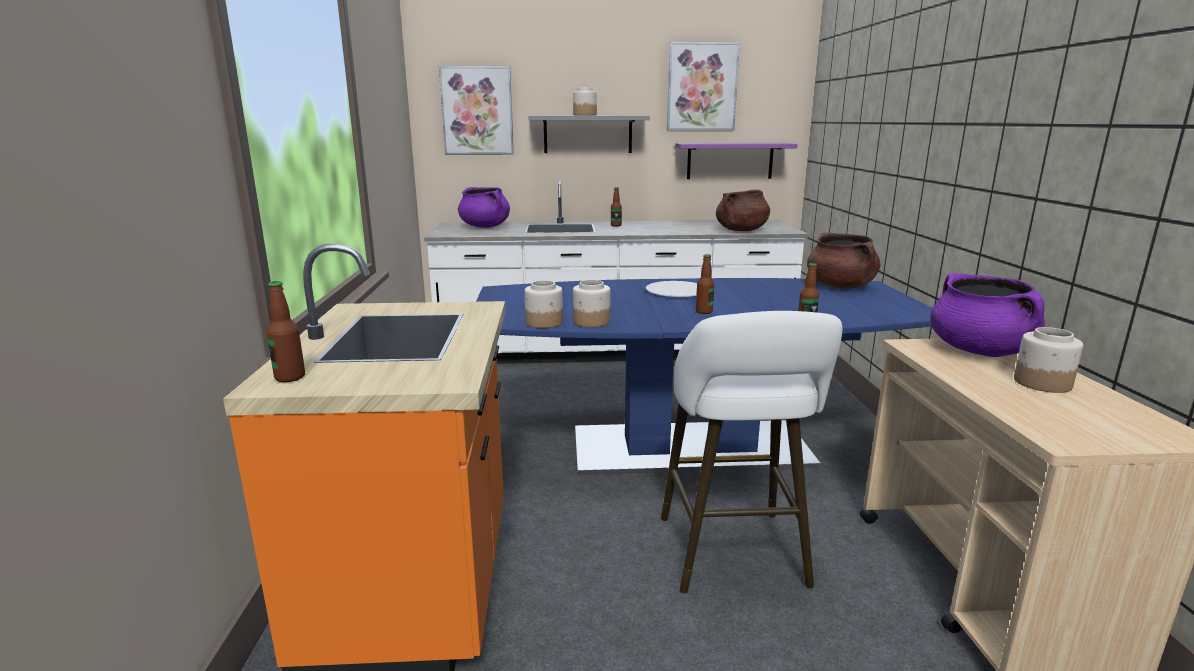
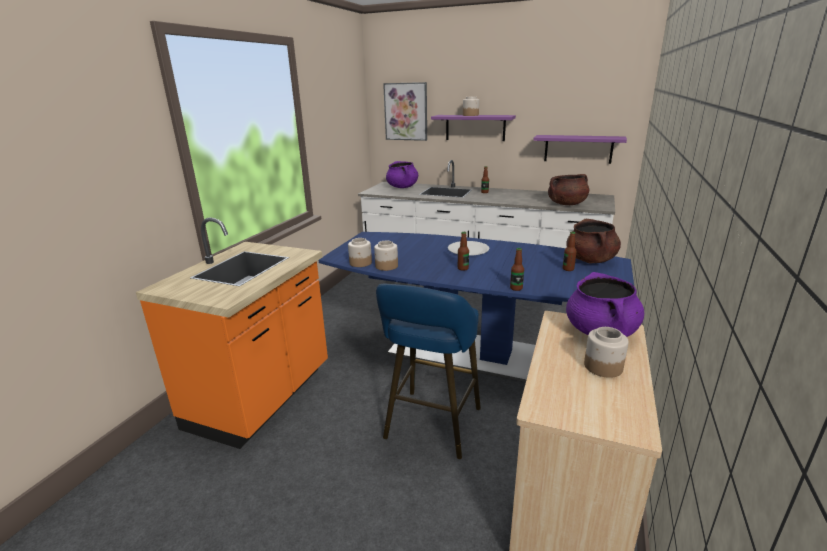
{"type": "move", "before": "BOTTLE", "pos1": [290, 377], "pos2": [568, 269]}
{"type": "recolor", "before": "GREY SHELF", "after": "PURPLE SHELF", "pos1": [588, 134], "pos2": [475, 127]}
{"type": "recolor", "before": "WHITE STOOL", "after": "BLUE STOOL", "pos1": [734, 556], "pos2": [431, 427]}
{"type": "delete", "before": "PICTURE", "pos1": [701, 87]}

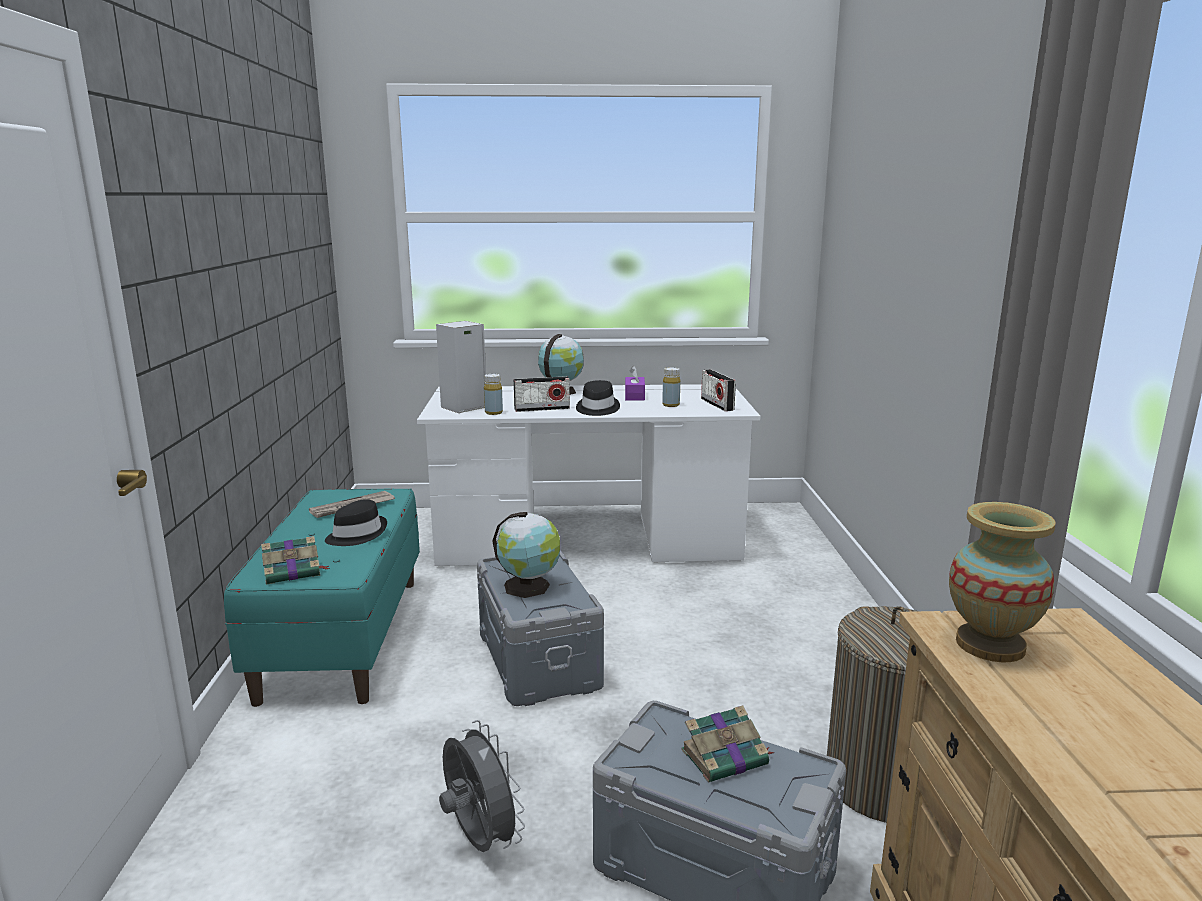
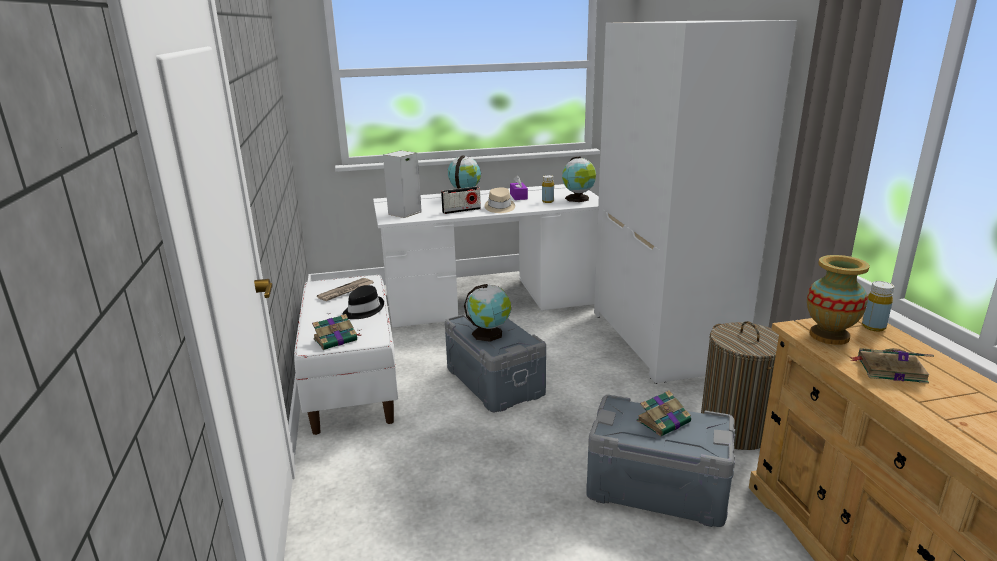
{"type": "recolor", "before": "TURQUOISE BENCH", "after": "WHITE BENCH", "pos1": [342, 636], "pos2": [351, 382]}
{"type": "delete", "before": "GREY FAN", "pos1": [479, 840]}
{"type": "move", "before": "YELLOW BOTTLE", "pos1": [493, 412], "pos2": [873, 327]}
{"type": "recolor", "before": "BLACK HAT", "after": "BEIGE HAT", "pos1": [597, 409], "pos2": [499, 208]}
{"type": "replace", "before": "RADIO", "after": "GLOBE", "pos1": [717, 404], "pos2": [578, 199]}
{"type": "insert", "after": "WHITE WARDROBE", "pos2": [664, 340]}
{"type": "insert", "after": "BOOK", "pos2": [889, 369]}

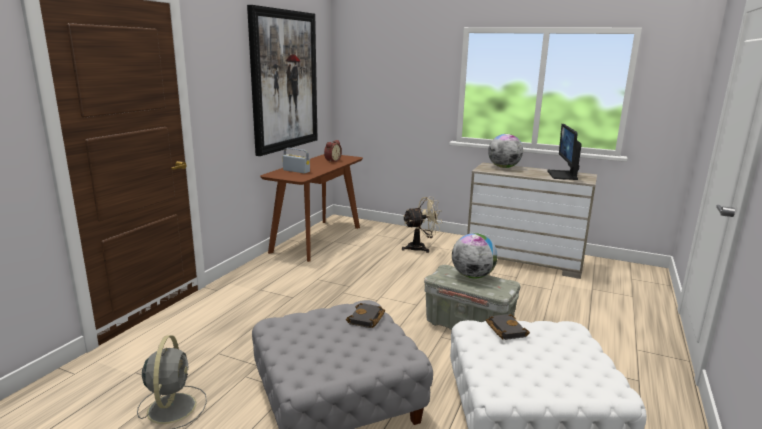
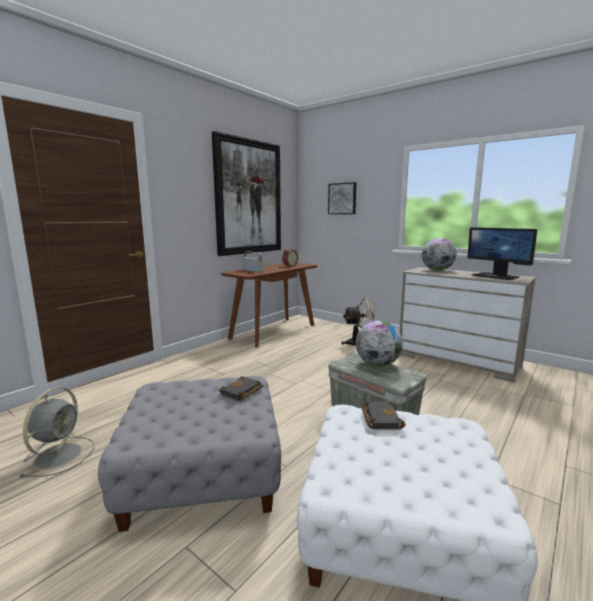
{"type": "rotate", "before": "MONITOR", "pos1": [563, 175], "pos2": [496, 276], "turn": -60}
{"type": "insert", "after": "PICTURE", "pos2": [342, 198]}

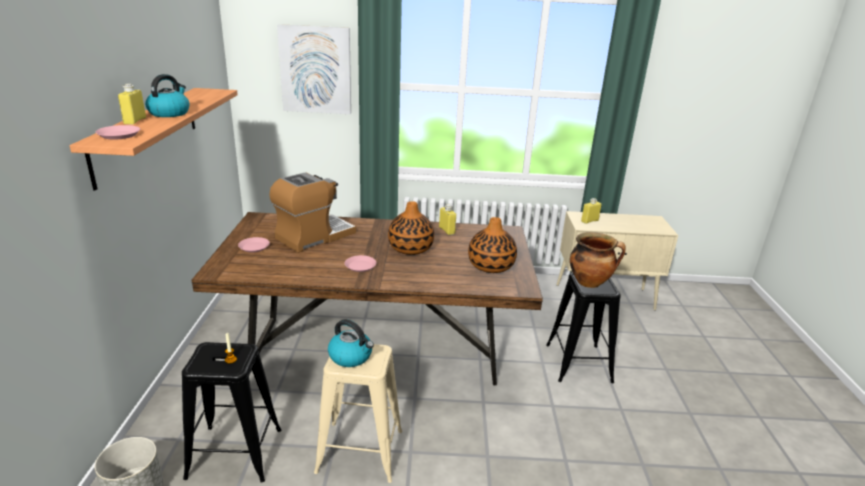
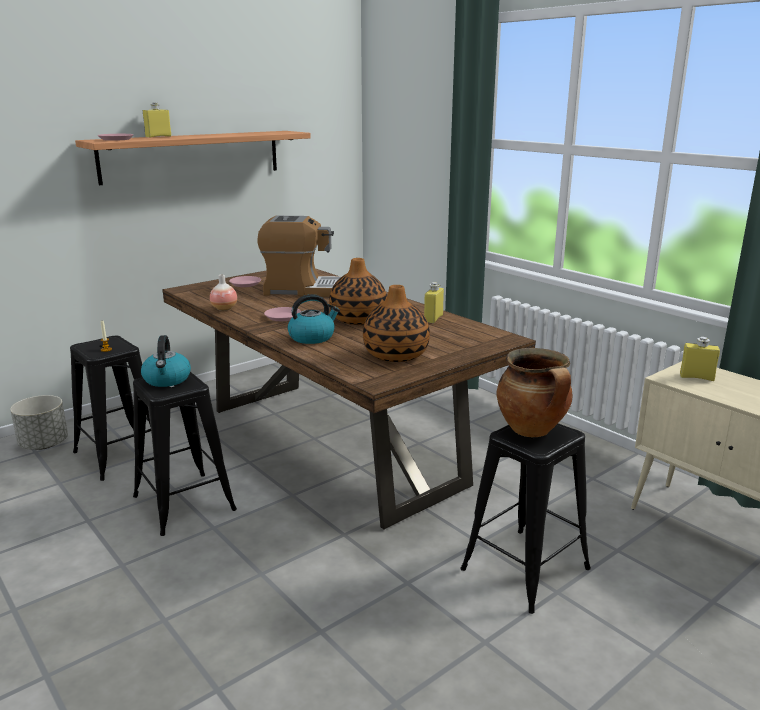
{"type": "move", "before": "KETTLE", "pos1": [169, 113], "pos2": [312, 337]}
{"type": "delete", "before": "PICTURE", "pos1": [315, 70]}
{"type": "recolor", "before": "BEIGE STOOL", "after": "BLACK STOOL", "pos1": [360, 451], "pos2": [184, 503]}
{"type": "insert", "after": "VASE", "pos2": [224, 308]}

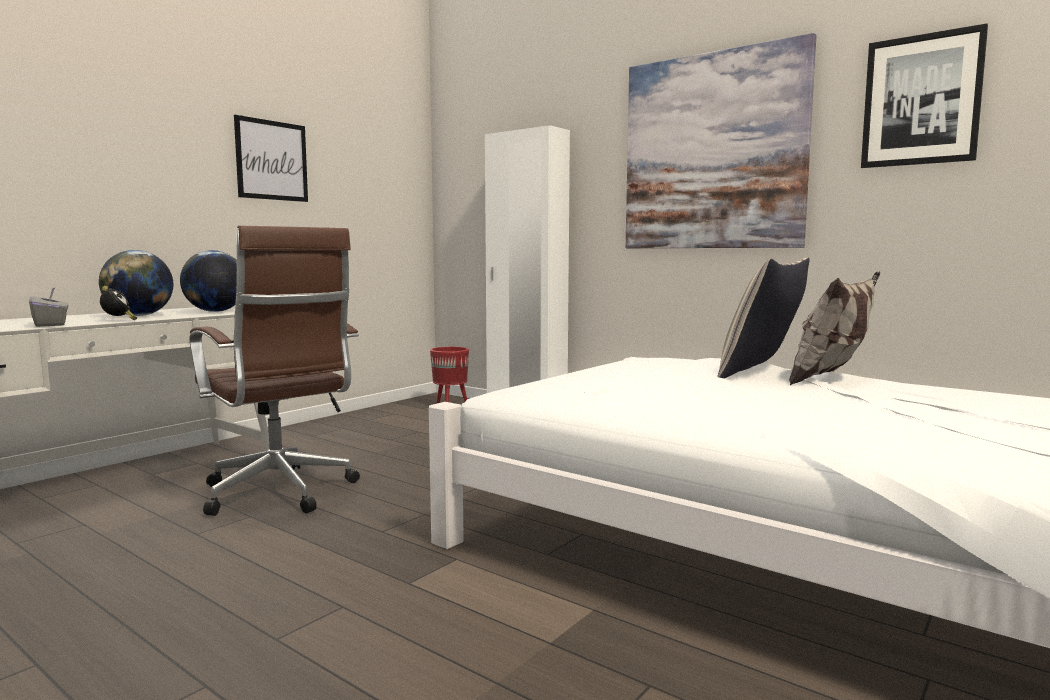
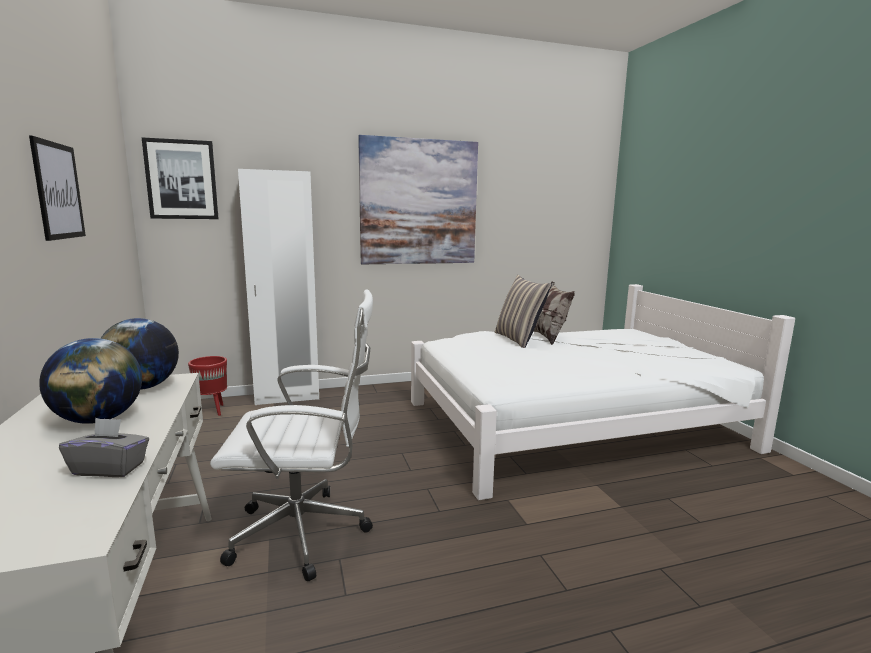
{"type": "delete", "before": "ALARM CLOCK", "pos1": [118, 320]}
{"type": "recolor", "before": "BROWN OFFICE CHAIR", "after": "WHITE OFFICE CHAIR", "pos1": [281, 494], "pos2": [306, 533]}
{"type": "move", "before": "PICTURE", "pos1": [921, 100], "pos2": [181, 179]}

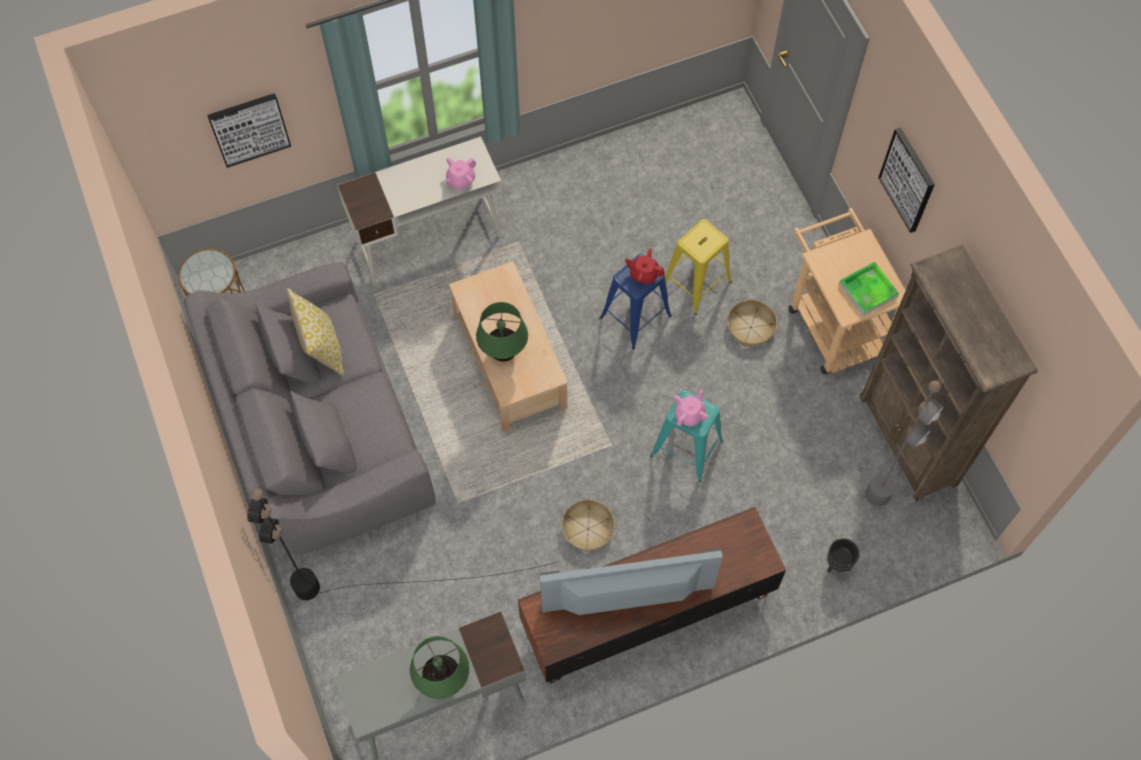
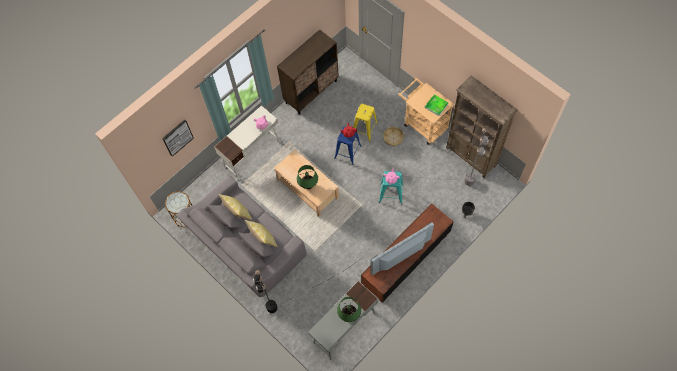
{"type": "delete", "before": "BASKET", "pos1": [587, 528]}
{"type": "delete", "before": "PICTURE", "pos1": [908, 180]}
{"type": "insert", "after": "PILLOW", "pos2": [263, 238]}
{"type": "insert", "after": "BROWN CABINET", "pos2": [311, 91]}

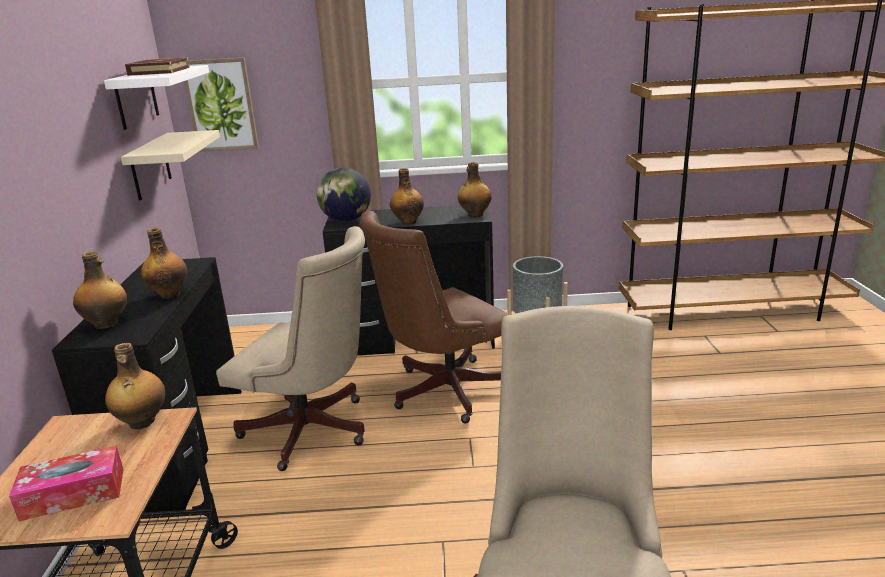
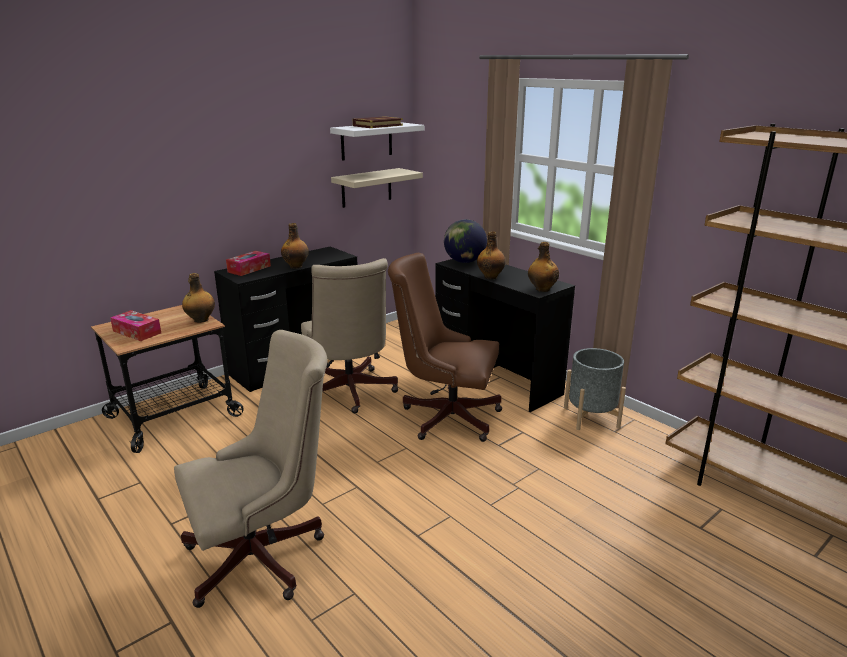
{"type": "replace", "before": "BOTTLE", "after": "TISSUE BOX", "pos1": [107, 324], "pos2": [249, 269]}
{"type": "delete", "before": "PICTURE", "pos1": [221, 105]}

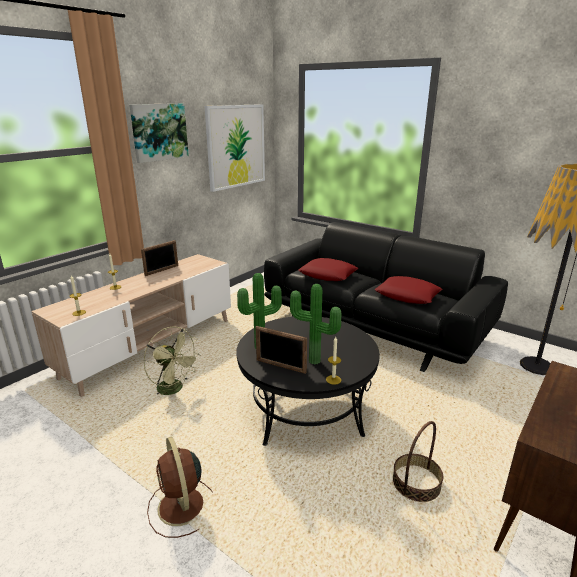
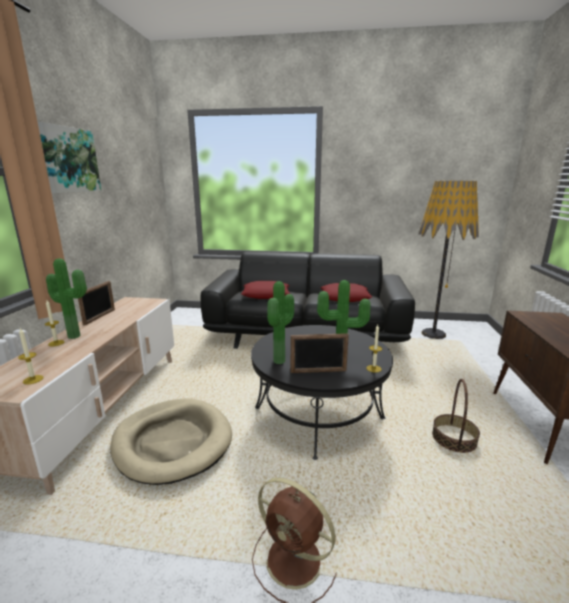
{"type": "replace", "before": "GREEN FAN", "after": "BEIGE DOG BED", "pos1": [174, 389], "pos2": [173, 442]}
{"type": "delete", "before": "PICTURE", "pos1": [236, 146]}
{"type": "insert", "after": "POTTED PLANT", "pos2": [76, 335]}

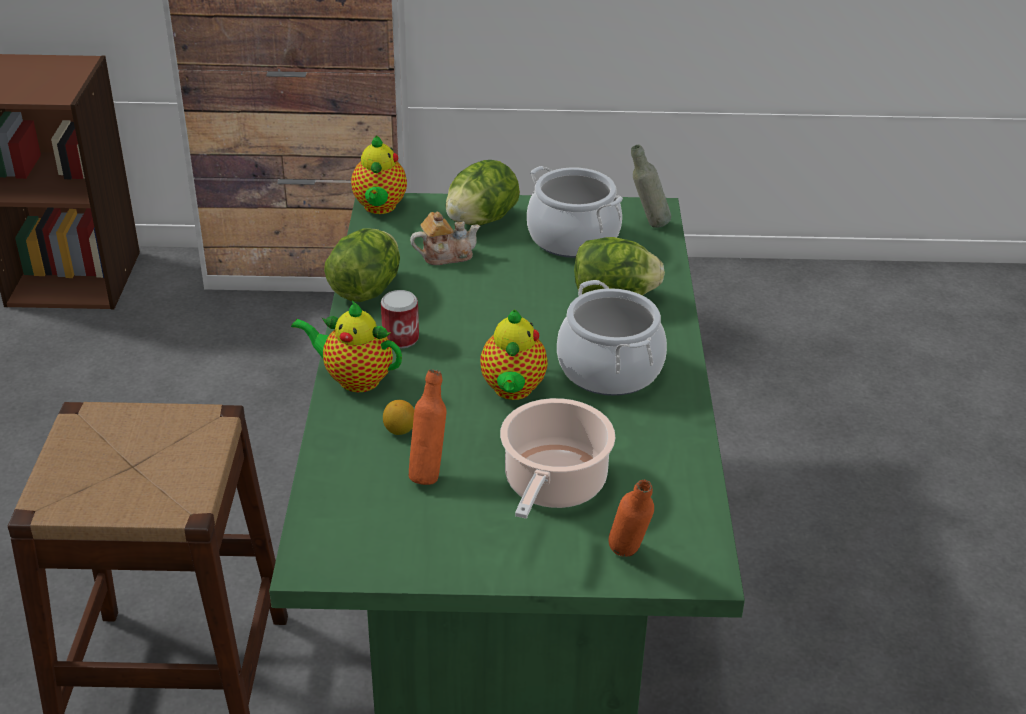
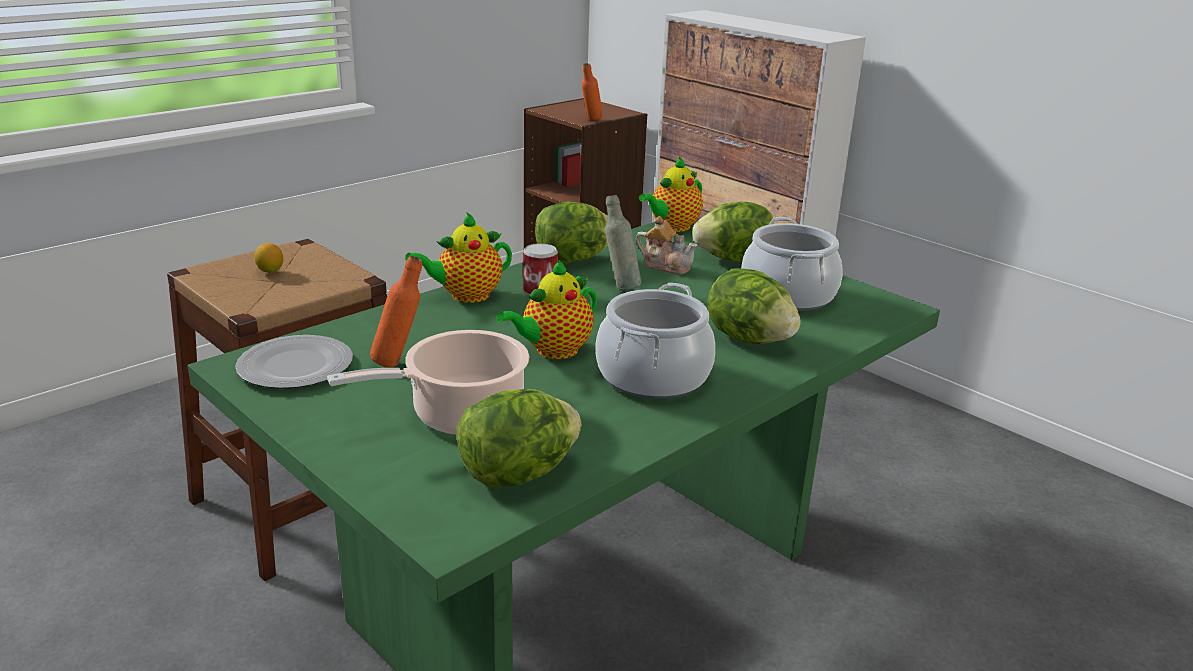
{"type": "rotate", "before": "TEAPOT", "pos1": [354, 379], "pos2": [466, 296], "turn": -90}
{"type": "move", "before": "LEMON", "pos1": [399, 430], "pos2": [270, 271]}
{"type": "move", "before": "ORANGE BOTTLE", "pos1": [628, 559], "pos2": [590, 121]}
{"type": "move", "before": "GREY BOTTLE", "pos1": [648, 225], "pos2": [620, 287]}
{"type": "insert", "after": "PLATE", "pos2": [297, 366]}
{"type": "insert", "after": "LETTUCE", "pos2": [518, 474]}

